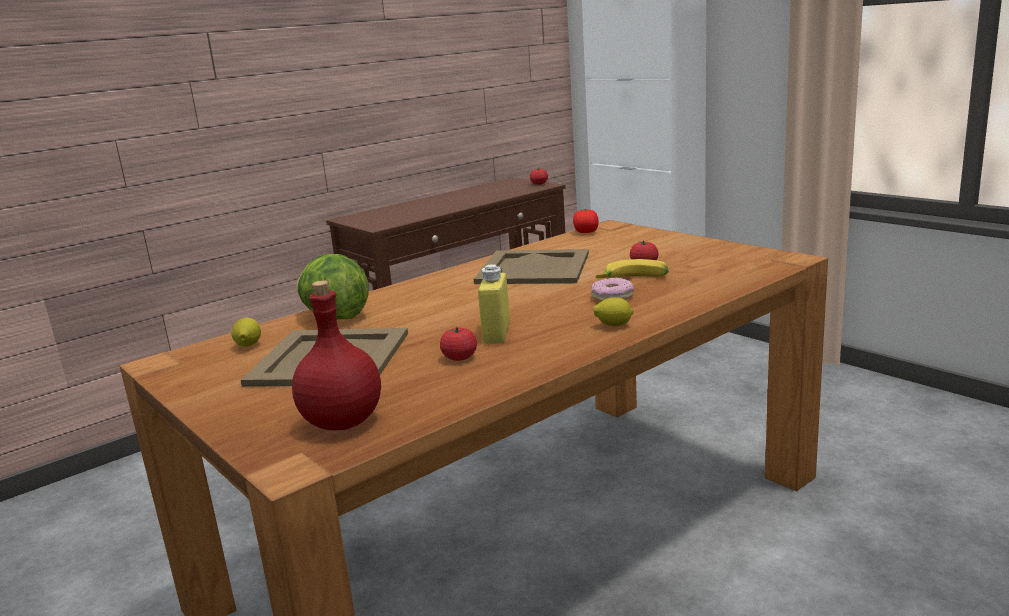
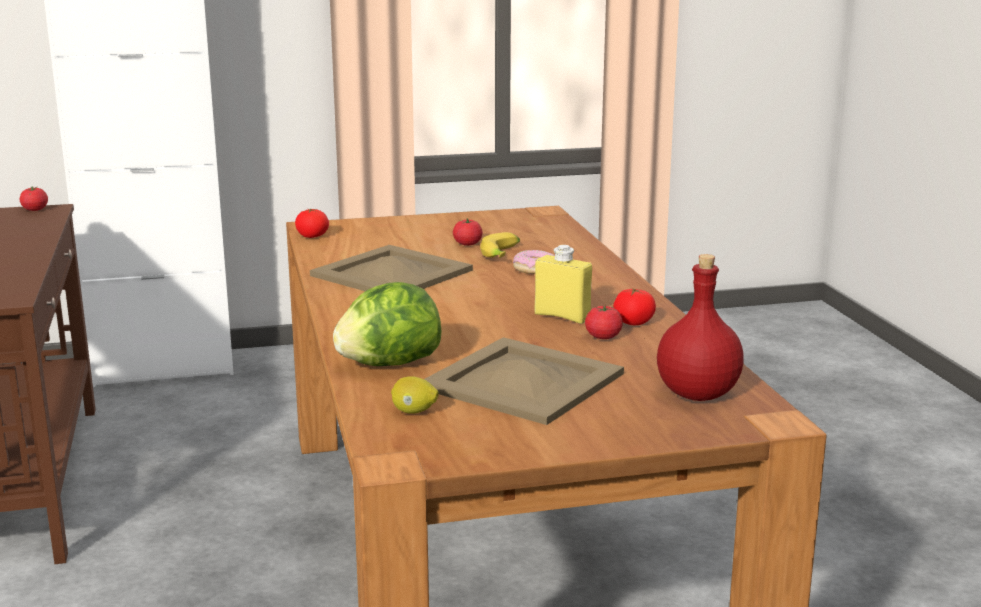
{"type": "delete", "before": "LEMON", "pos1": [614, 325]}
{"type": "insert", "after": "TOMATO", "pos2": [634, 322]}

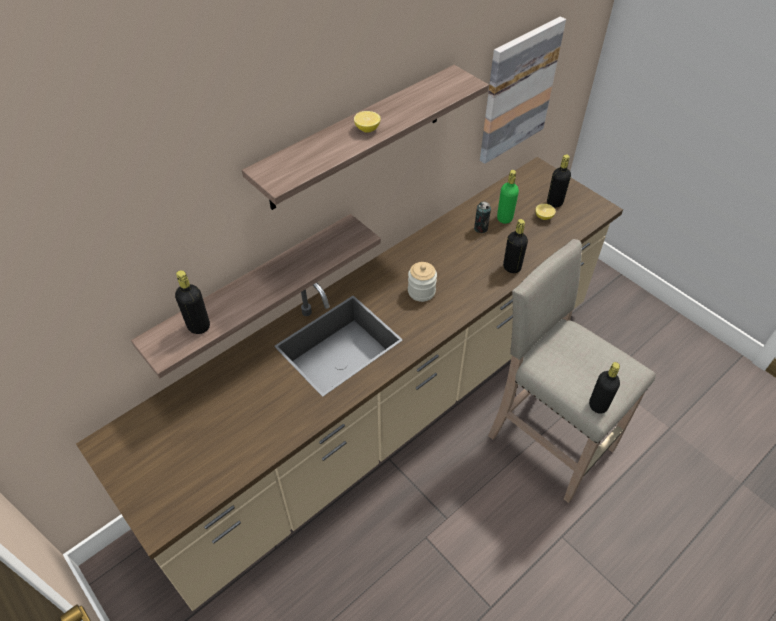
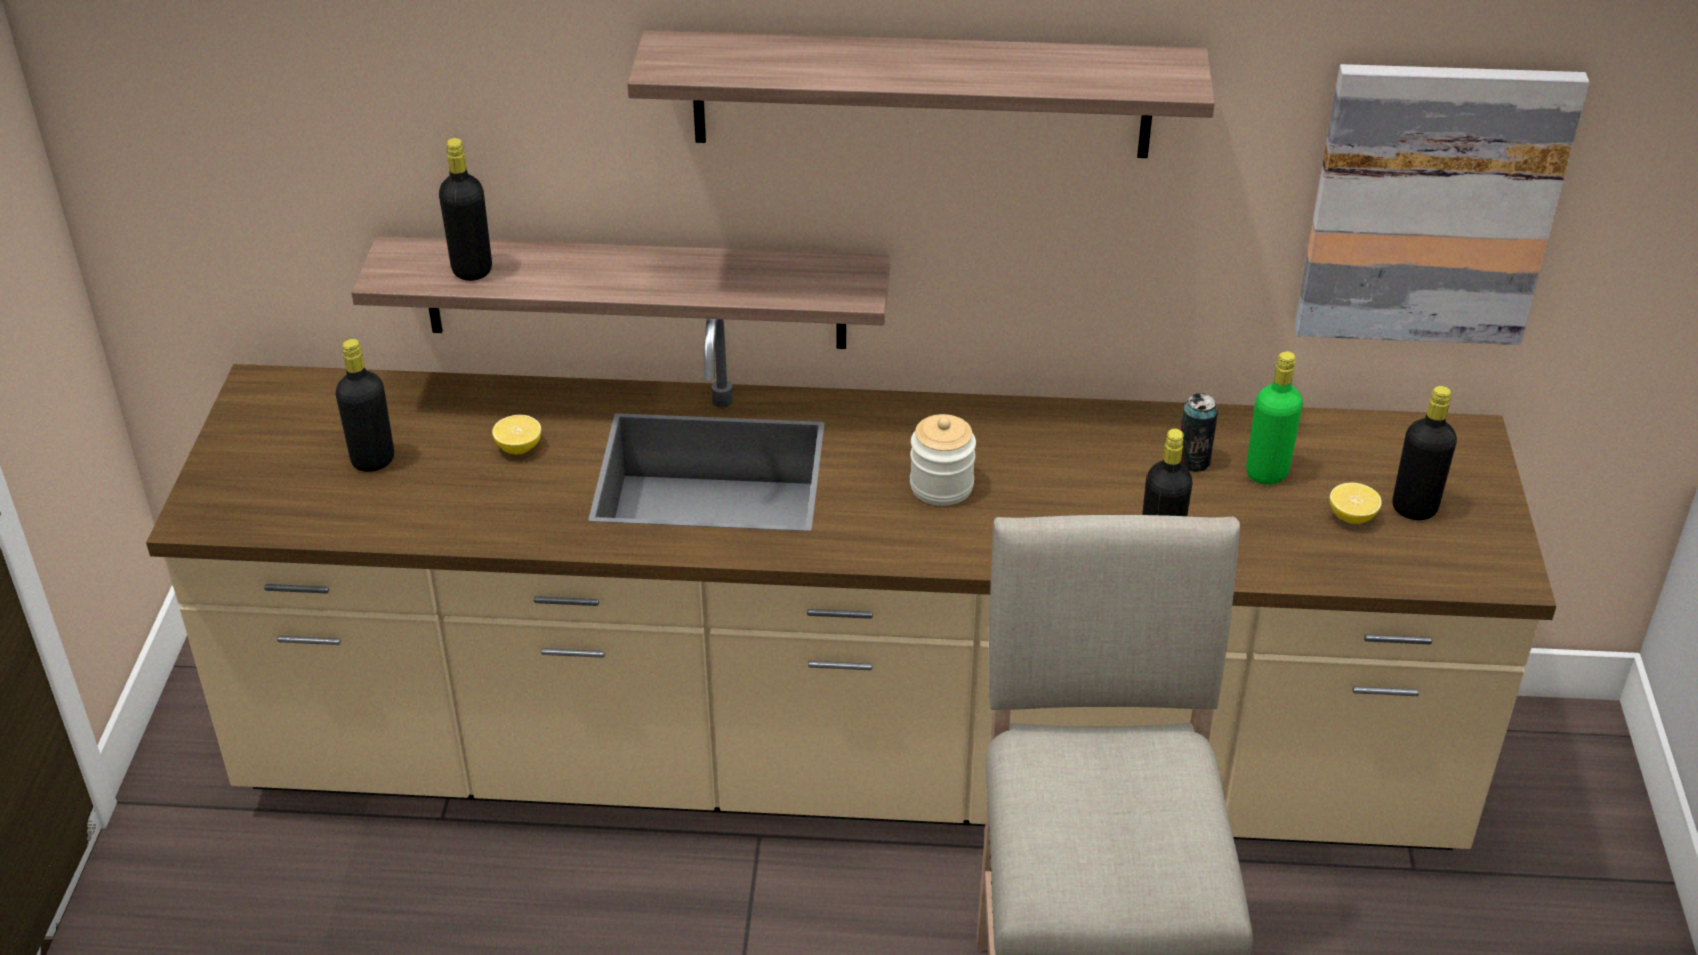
{"type": "move", "before": "LEMON", "pos1": [367, 129], "pos2": [519, 447]}
{"type": "move", "before": "BLACK BOTTLE", "pos1": [598, 405], "pos2": [373, 460]}

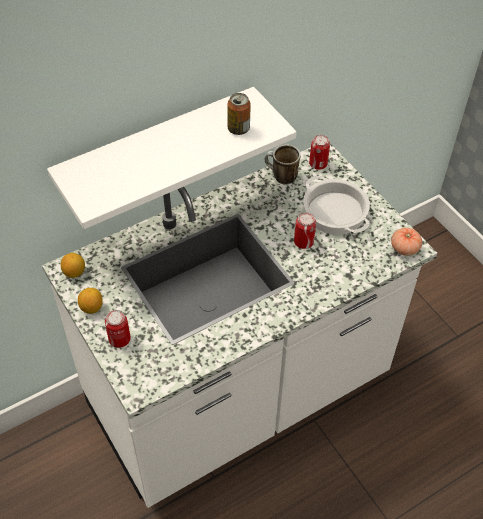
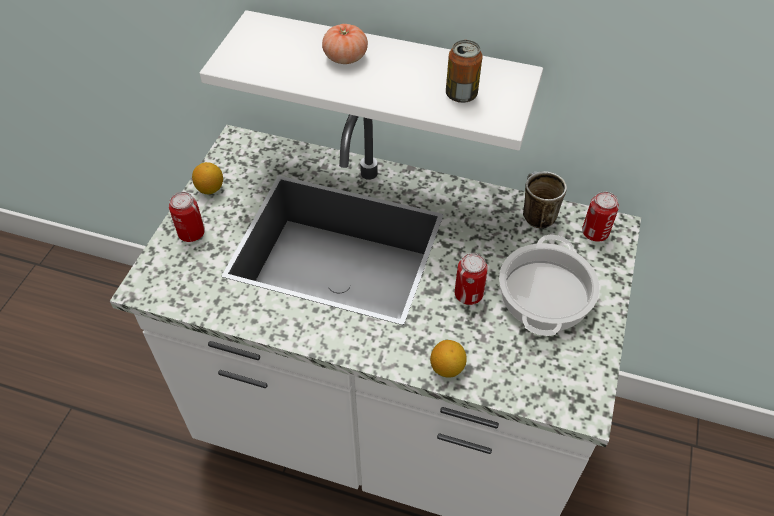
{"type": "move", "before": "LEMON", "pos1": [74, 272], "pos2": [447, 368]}
{"type": "move", "before": "TOMATO", "pos1": [404, 248], "pos2": [345, 57]}

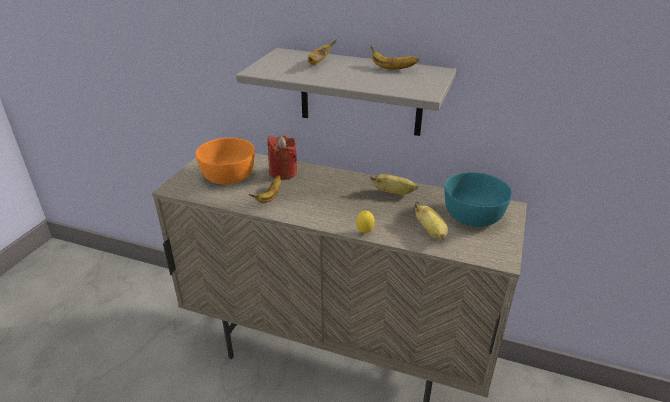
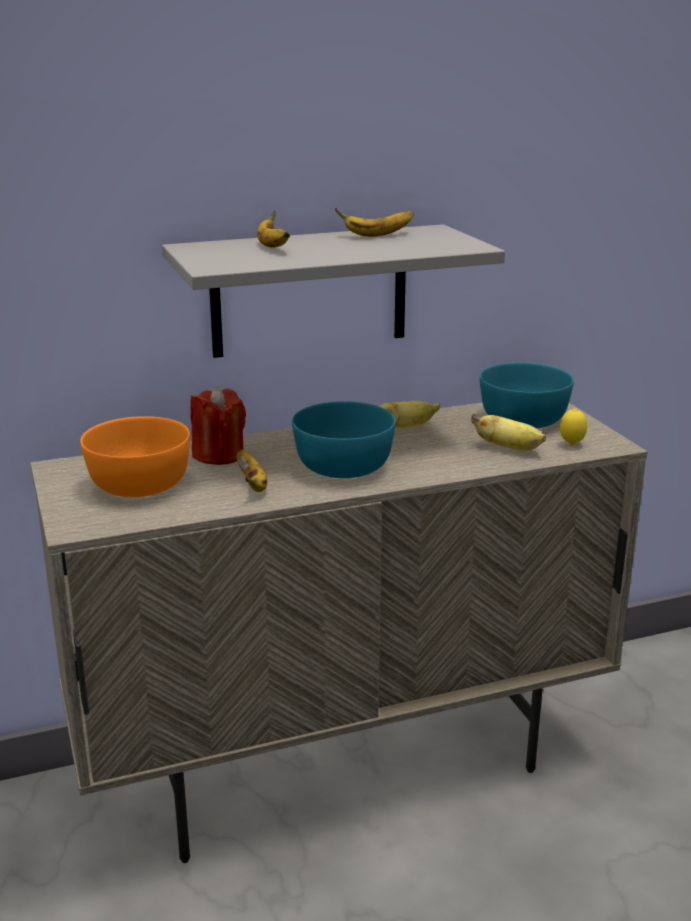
{"type": "move", "before": "LEMON", "pos1": [364, 232], "pos2": [571, 444]}
{"type": "insert", "after": "TURQUOISE BOWL", "pos2": [342, 466]}

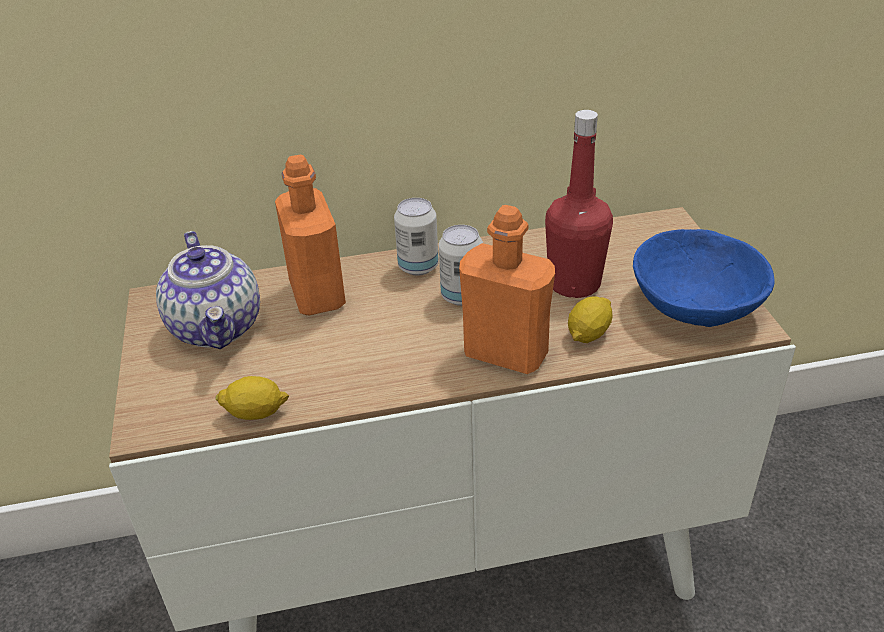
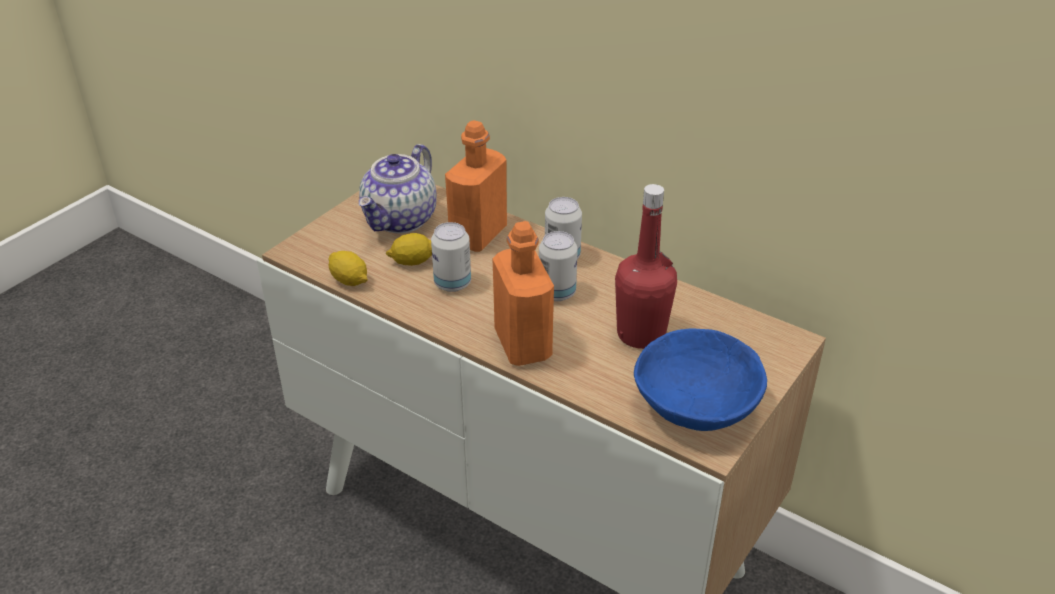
{"type": "move", "before": "LEMON", "pos1": [588, 334], "pos2": [412, 261]}
{"type": "insert", "after": "CAN", "pos2": [452, 283]}

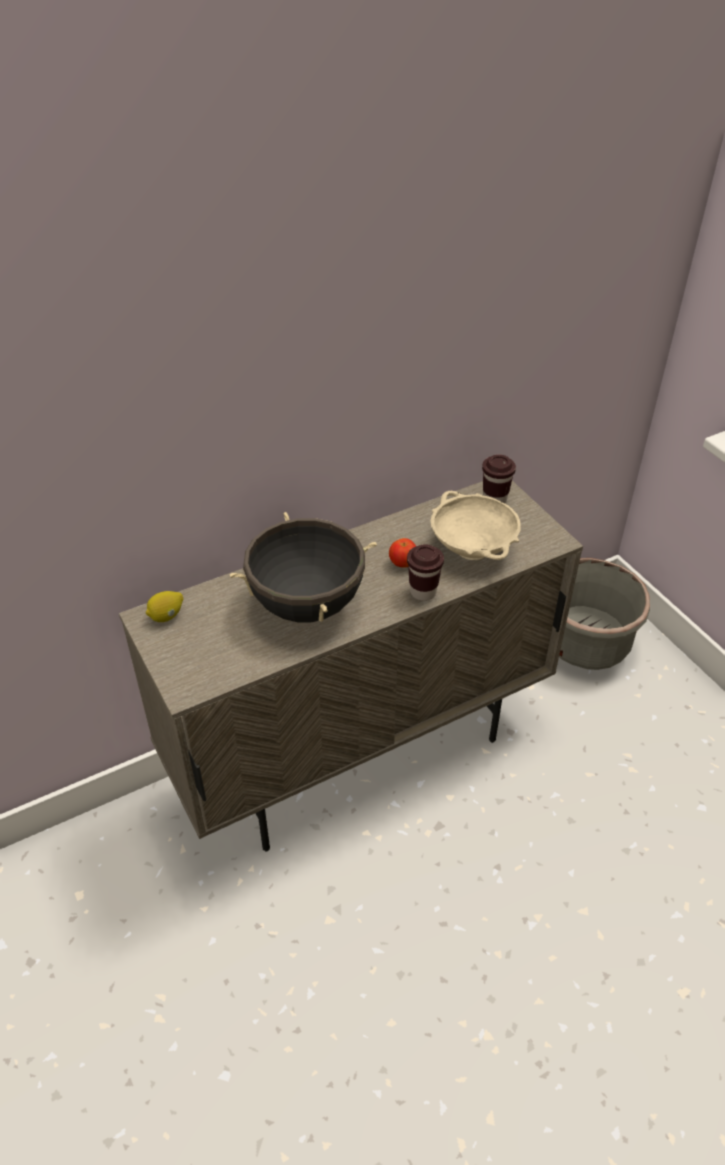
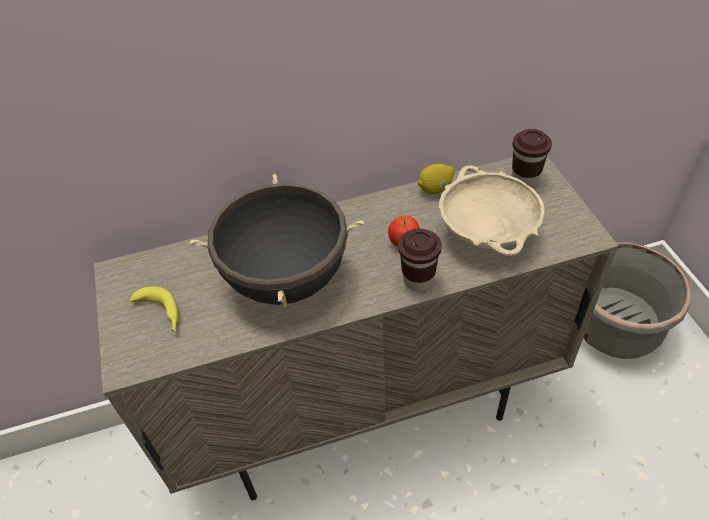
{"type": "move", "before": "LEMON", "pos1": [166, 616], "pos2": [435, 189]}
{"type": "insert", "after": "BANANA", "pos2": [161, 314]}

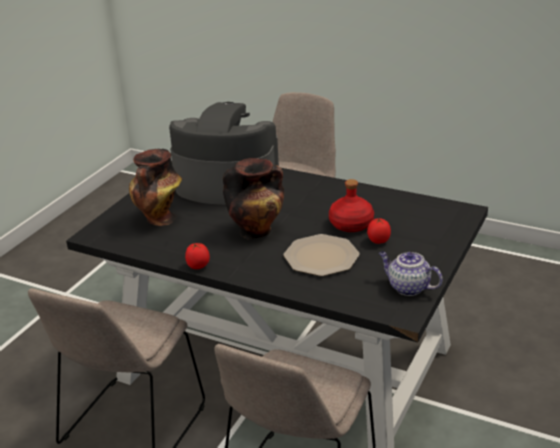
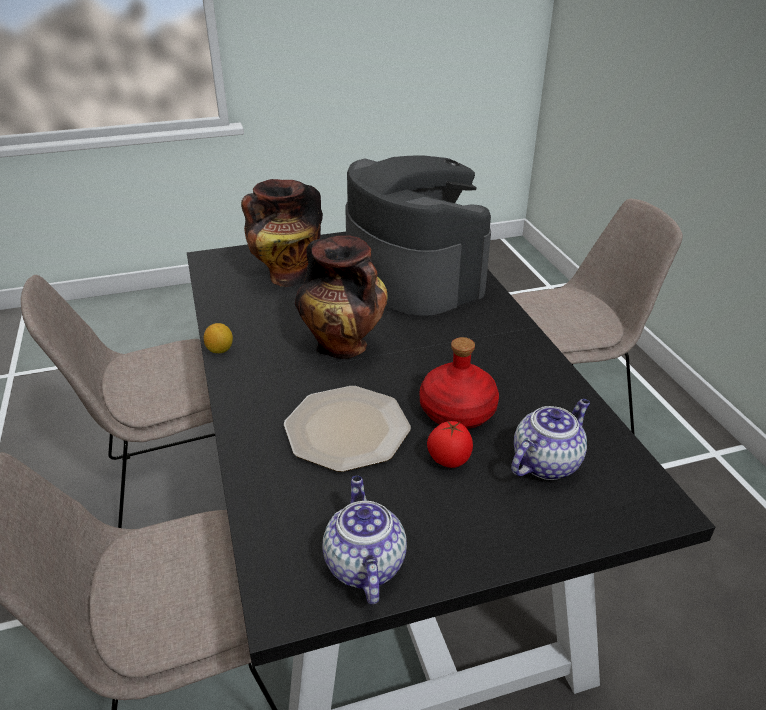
{"type": "replace", "before": "TOMATO", "after": "LEMON", "pos1": [198, 266], "pos2": [220, 350]}
{"type": "insert", "after": "TEAPOT", "pos2": [546, 462]}

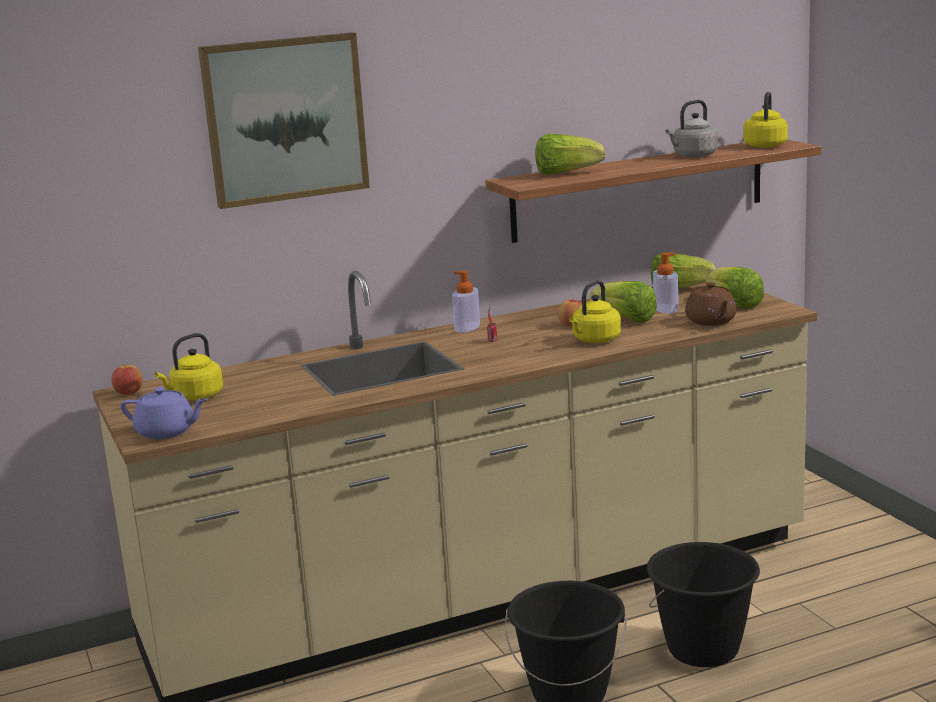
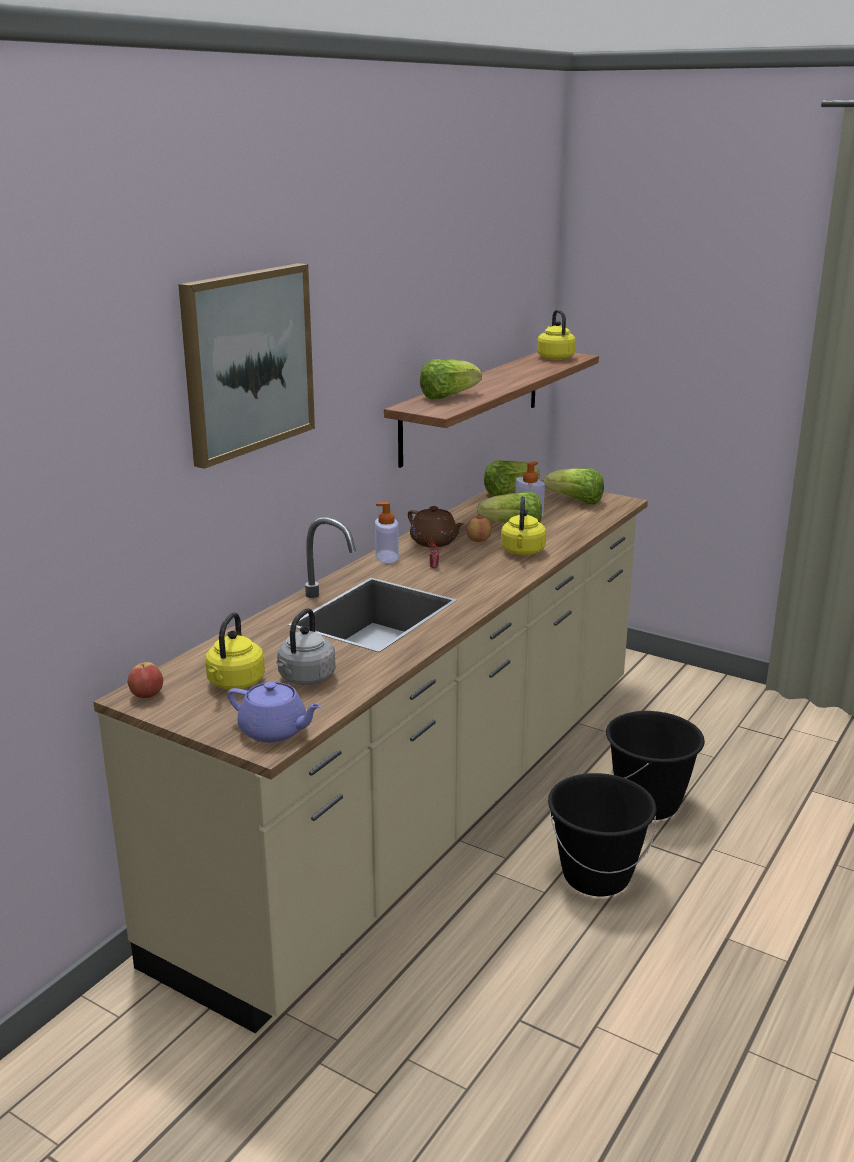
{"type": "rotate", "before": "PURPLE TEAPOT", "pos1": [167, 432], "pos2": [275, 731], "turn": 45}
{"type": "move", "before": "GREY KETTLE", "pos1": [693, 156], "pos2": [305, 678]}
{"type": "move", "before": "BROWN TEAPOT", "pos1": [711, 321], "pos2": [434, 542]}

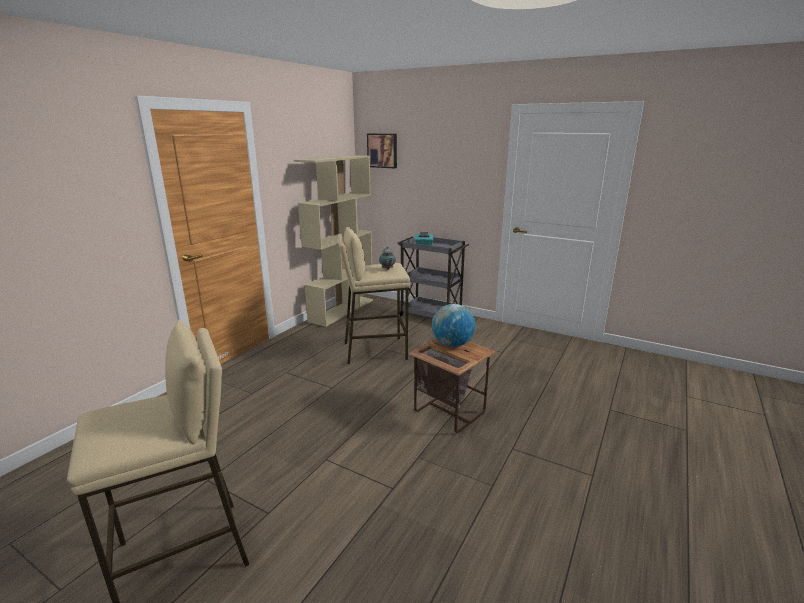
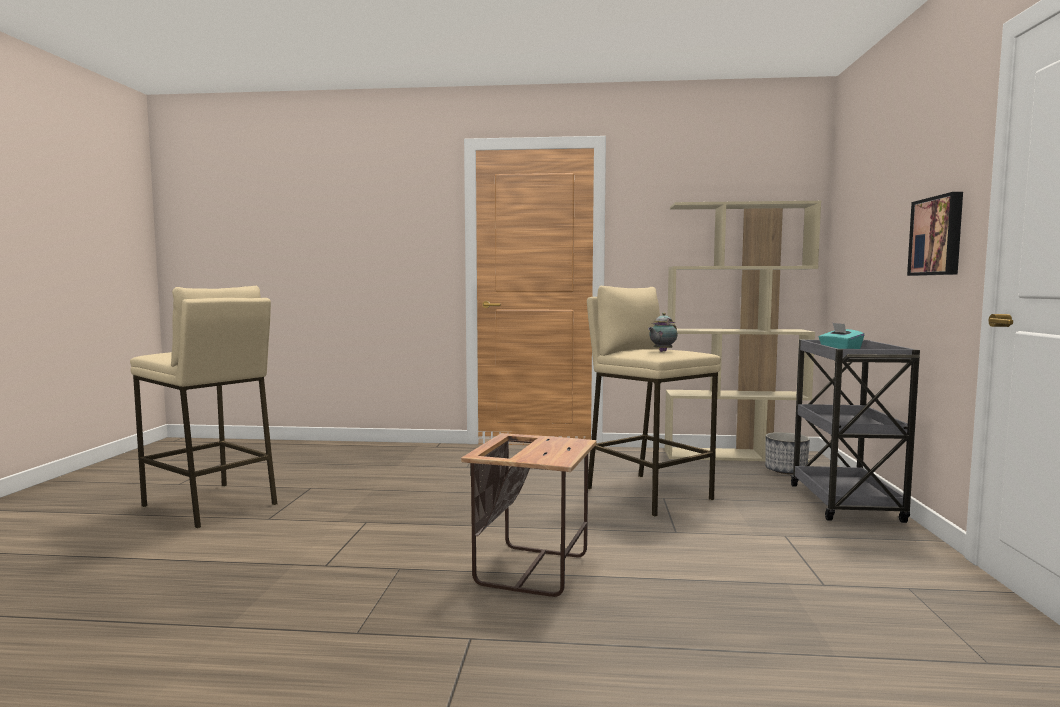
{"type": "move", "before": "PICTURE", "pos1": [382, 150], "pos2": [938, 236]}
{"type": "delete", "before": "GLOBE", "pos1": [452, 344]}
{"type": "insert", "after": "PLANTER", "pos2": [786, 471]}

